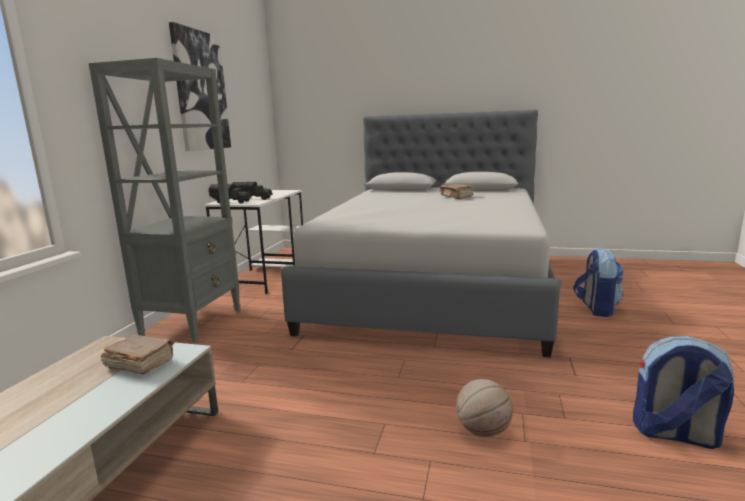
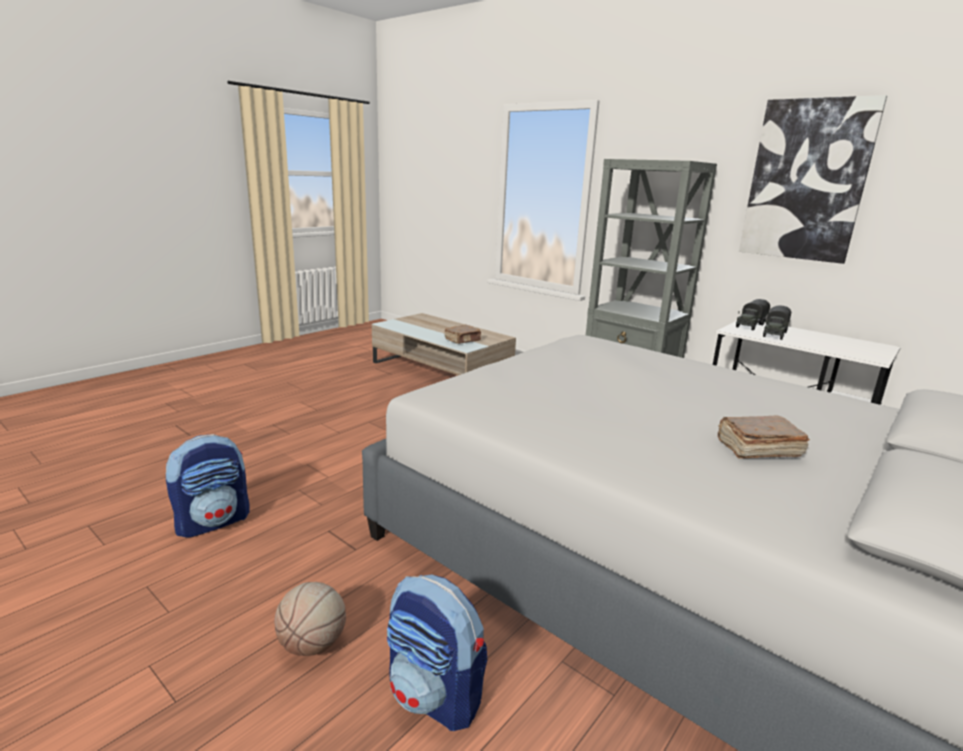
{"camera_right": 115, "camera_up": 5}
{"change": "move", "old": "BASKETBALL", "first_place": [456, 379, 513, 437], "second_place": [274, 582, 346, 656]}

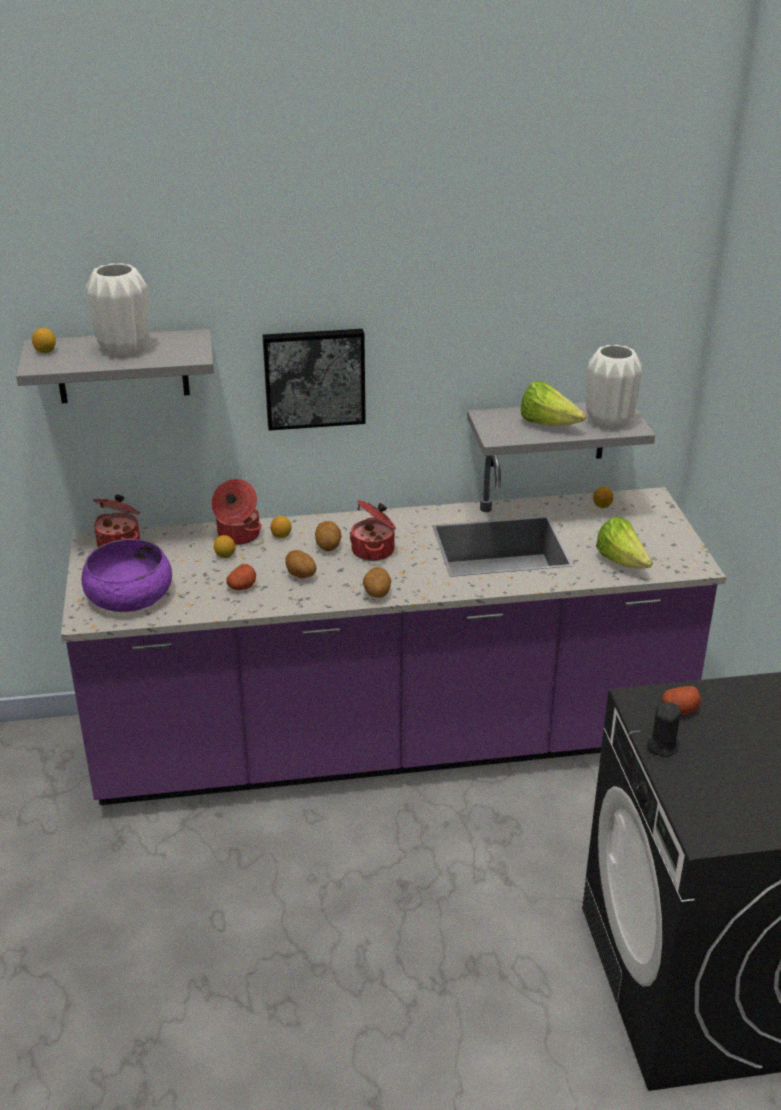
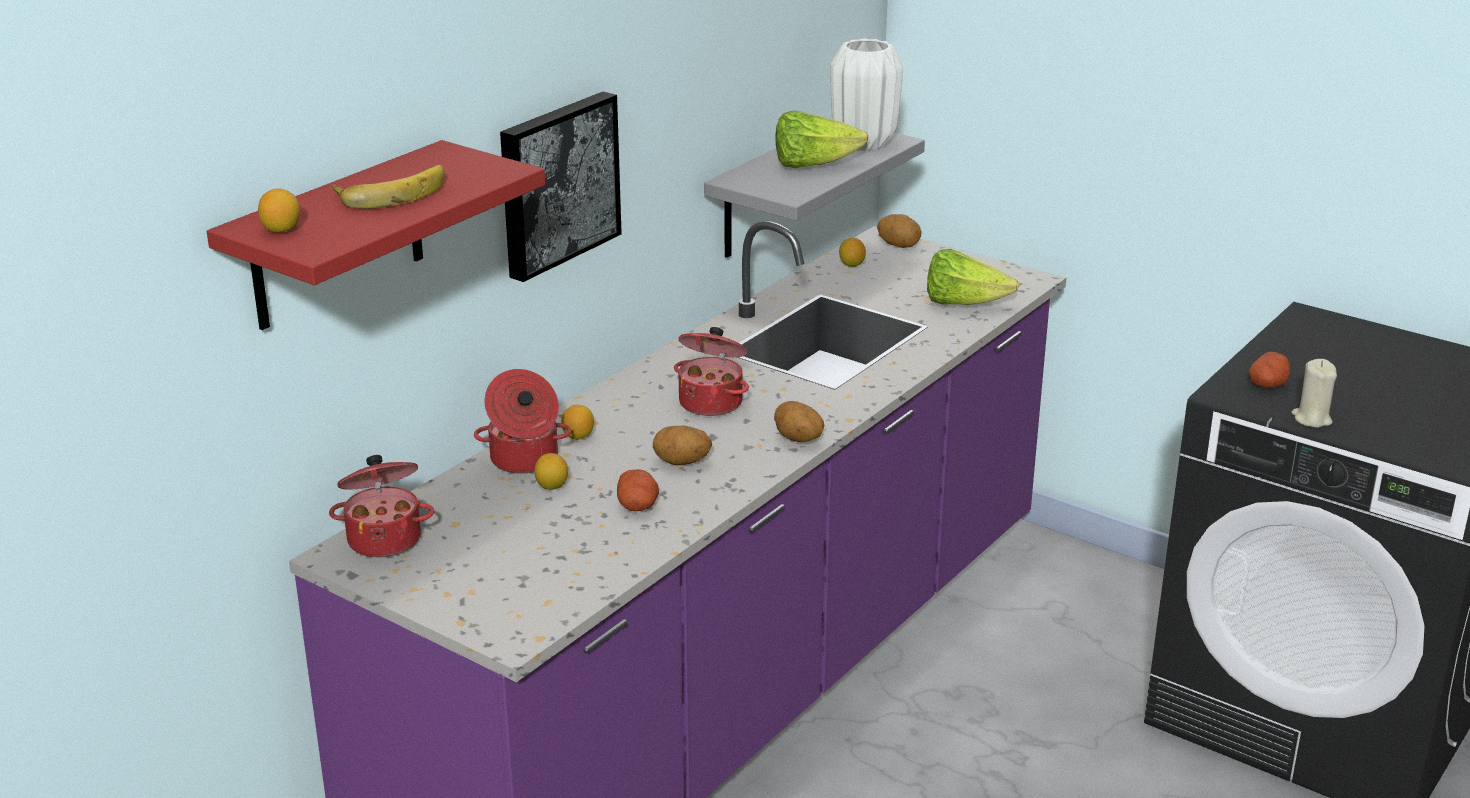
{"camera_right": -45, "camera_up": -5}
{"change": "delete", "old": "PURPLE-COLOURED BOWL", "first_place": [81, 539, 172, 612]}
{"change": "move", "old": "WHOLE POTATO", "first_place": [315, 521, 341, 551], "second_place": [877, 214, 921, 248]}
{"change": "replace", "old": "WHITE FLOWER VASE", "new": "BANANA FRUIT", "first_place": [85, 263, 149, 357], "second_place": [333, 165, 445, 209]}
{"change": "recolor", "old": "GREYISH WALL SHELF", "new": "REDDISH WALL SHELF", "first_place": [16, 329, 214, 403], "second_place": [207, 140, 545, 330]}
{"change": "recolor", "old": "BLACKISH CANDLE", "new": "BEIGE-COLOURED CANDLE", "first_place": [647, 702, 681, 757], "second_place": [1291, 359, 1337, 428]}

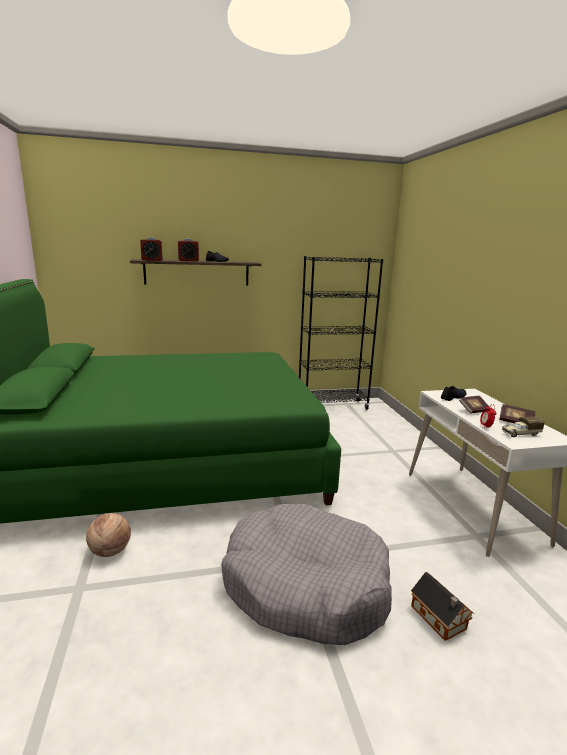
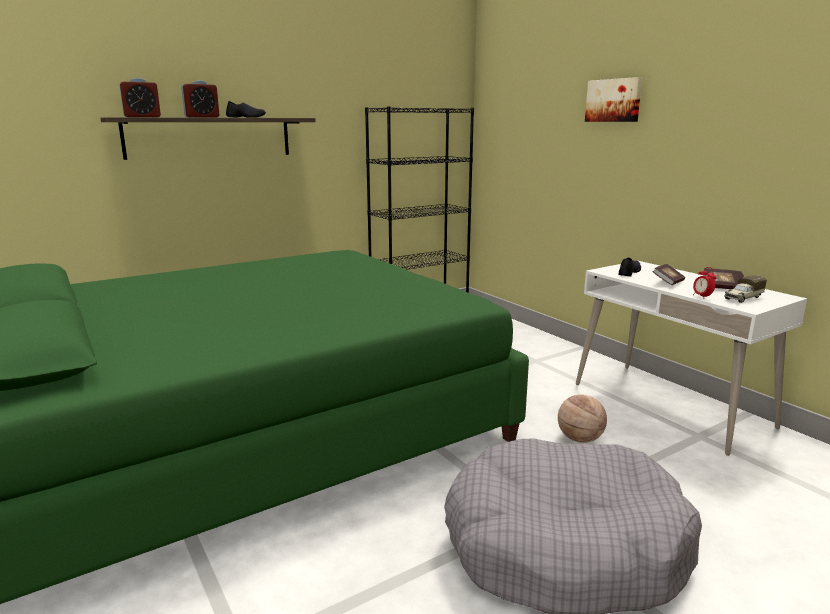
{"camera_right": -20, "camera_up": 0}
{"change": "delete", "old": "TOY HOUSE", "first_place": [411, 572, 474, 641]}
{"change": "insert", "new": "WALL PICTURE", "second_place": [585, 77, 642, 122]}
{"change": "move", "old": "BASKETBALL", "first_place": [86, 513, 131, 557], "second_place": [558, 394, 607, 443]}

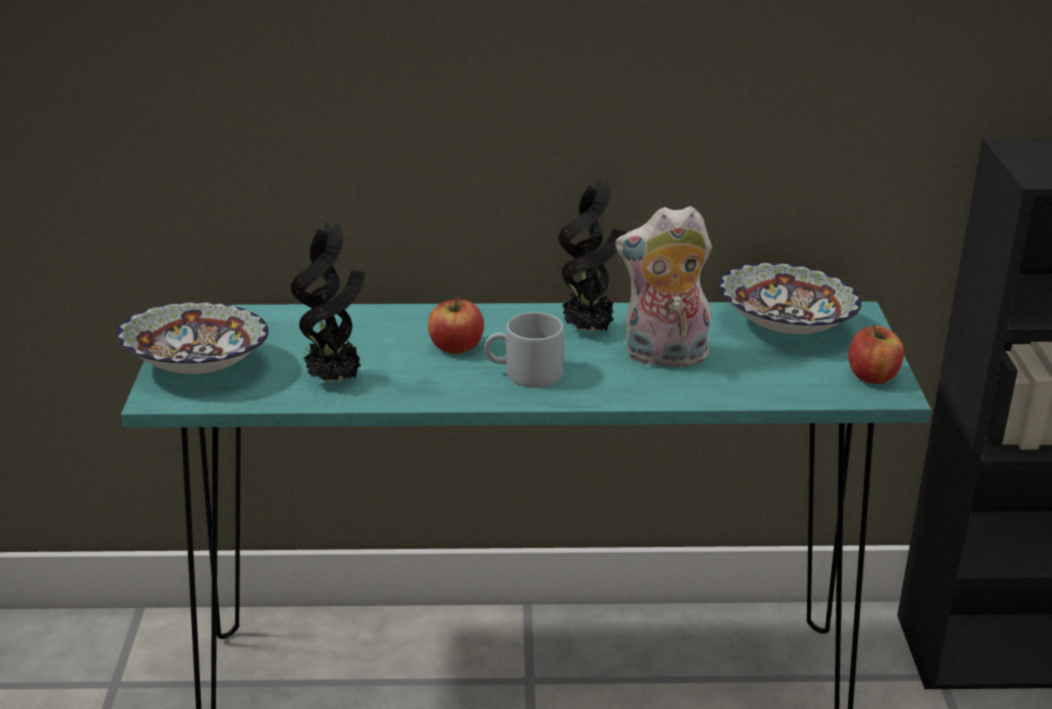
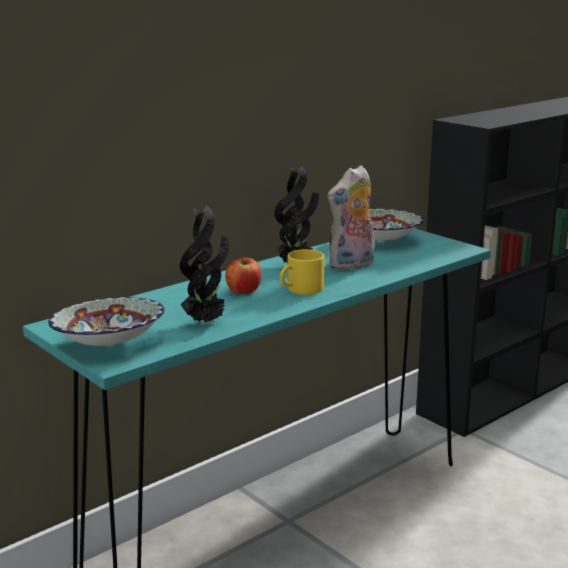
{"camera_right": -40, "camera_up": -10}
{"change": "delete", "old": "WHOLE APPLE", "first_place": [849, 325, 904, 384]}
{"change": "recolor", "old": "GREYISH MUG", "new": "YELLOWISH MUG", "first_place": [485, 312, 564, 388], "second_place": [280, 249, 324, 295]}

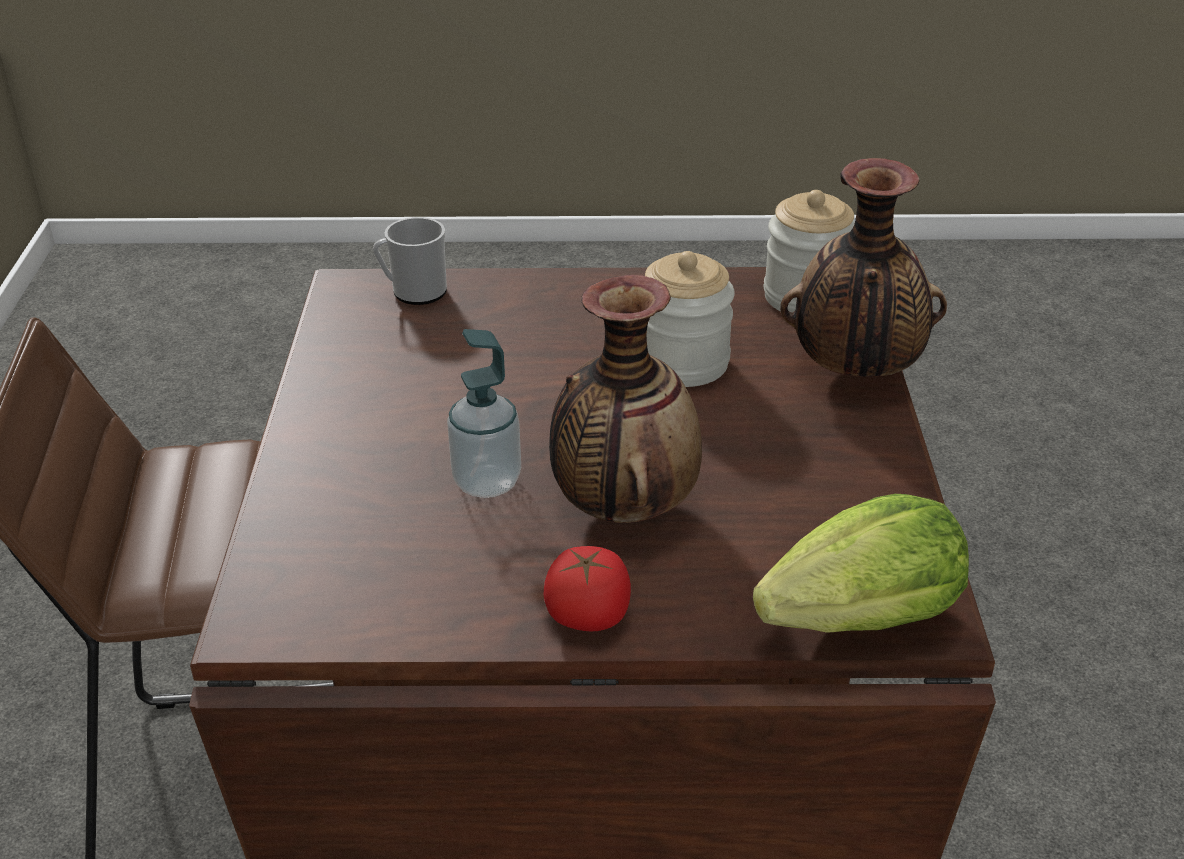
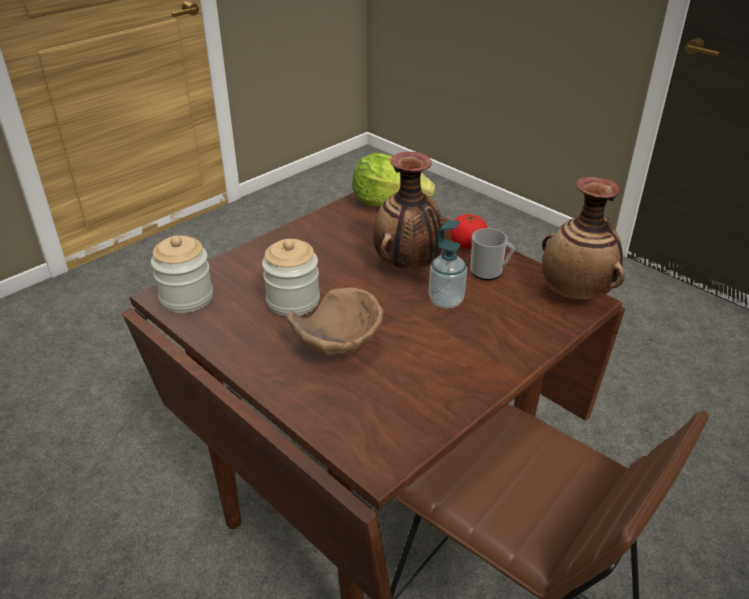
{"camera_right": -135, "camera_up": 0}
{"change": "insert", "new": "BROWNISH BOWL", "second_place": [287, 287, 384, 356]}
{"change": "move", "old": "MUG", "first_place": [373, 217, 447, 305], "second_place": [470, 228, 515, 280]}
{"change": "move", "old": "FLOWER VASE", "first_place": [780, 158, 947, 377], "second_place": [542, 177, 625, 300]}

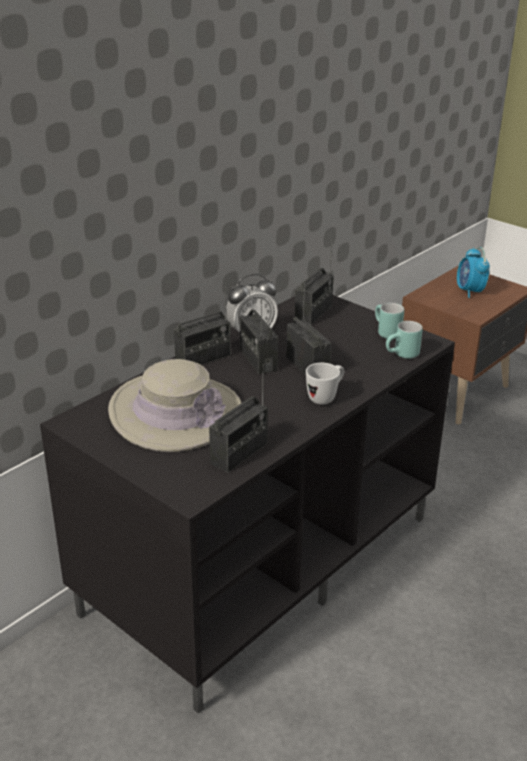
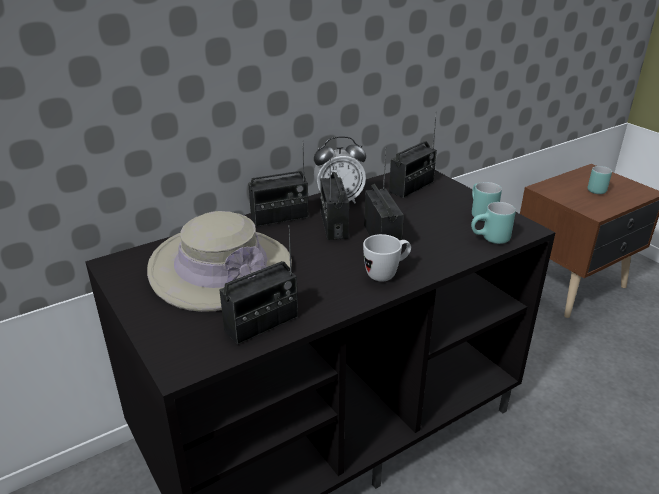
{"camera_right": 15, "camera_up": 0}
{"change": "replace", "old": "BEDSIDE CLOCK", "new": "BLUE-GREEN MUG", "first_place": [457, 247, 490, 298], "second_place": [588, 166, 612, 194]}

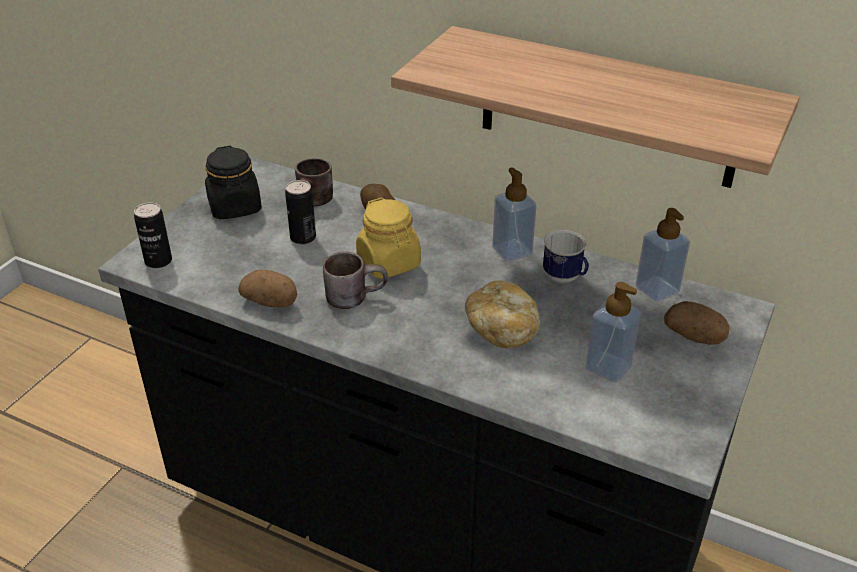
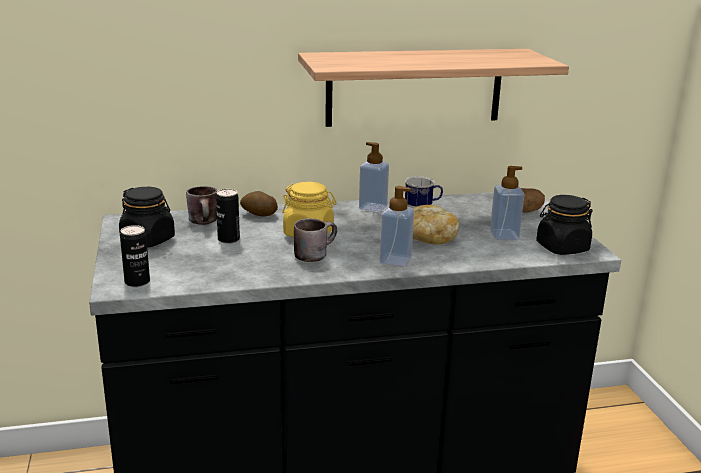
{"camera_right": -40, "camera_up": -15}
{"change": "delete", "old": "WHOLE POTATO", "first_place": [238, 270, 297, 308]}
{"change": "insert", "new": "BLACKISH STORAGE JAR", "second_place": [536, 195, 592, 255]}
{"change": "move", "old": "SOAP BOTTLE", "first_place": [635, 208, 690, 302], "second_place": [380, 186, 414, 267]}

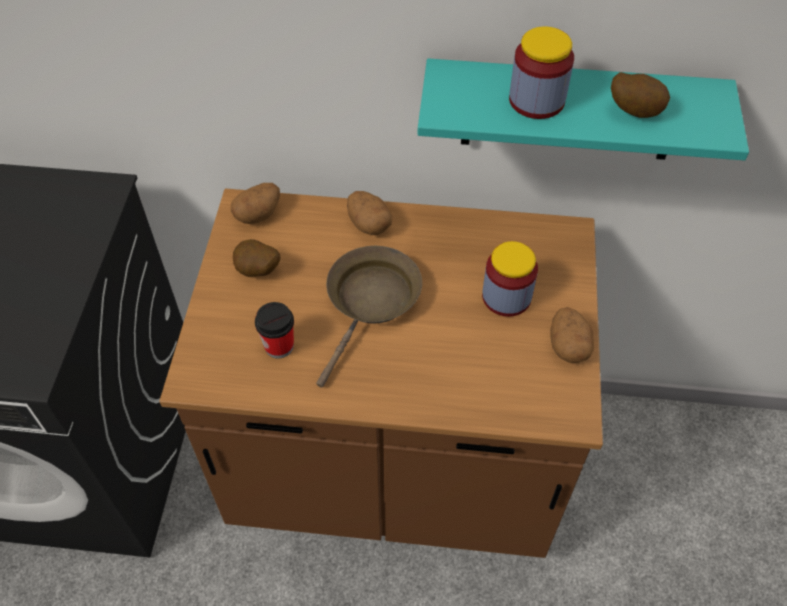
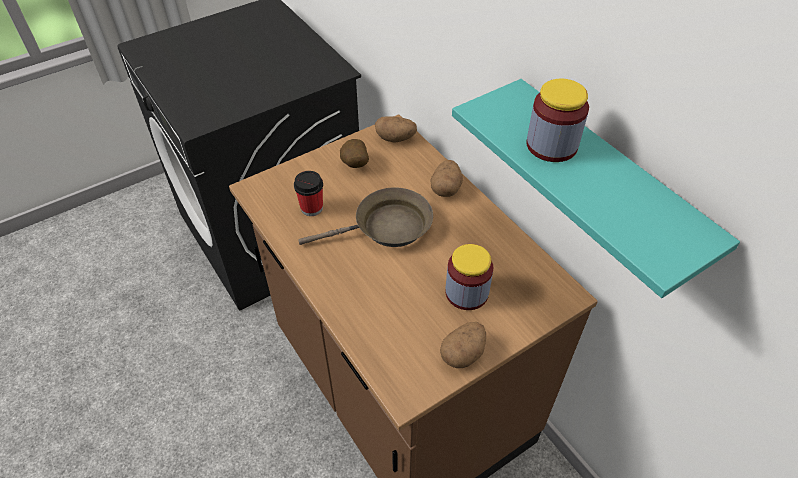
{"camera_right": 50, "camera_up": -5}
{"change": "delete", "old": "WHOLE POTATO", "first_place": [611, 72, 670, 118]}

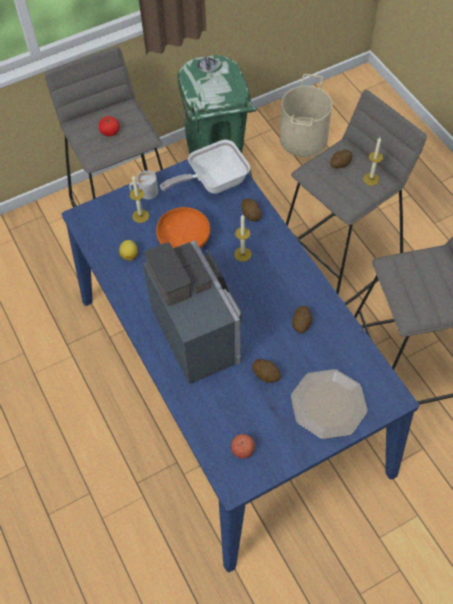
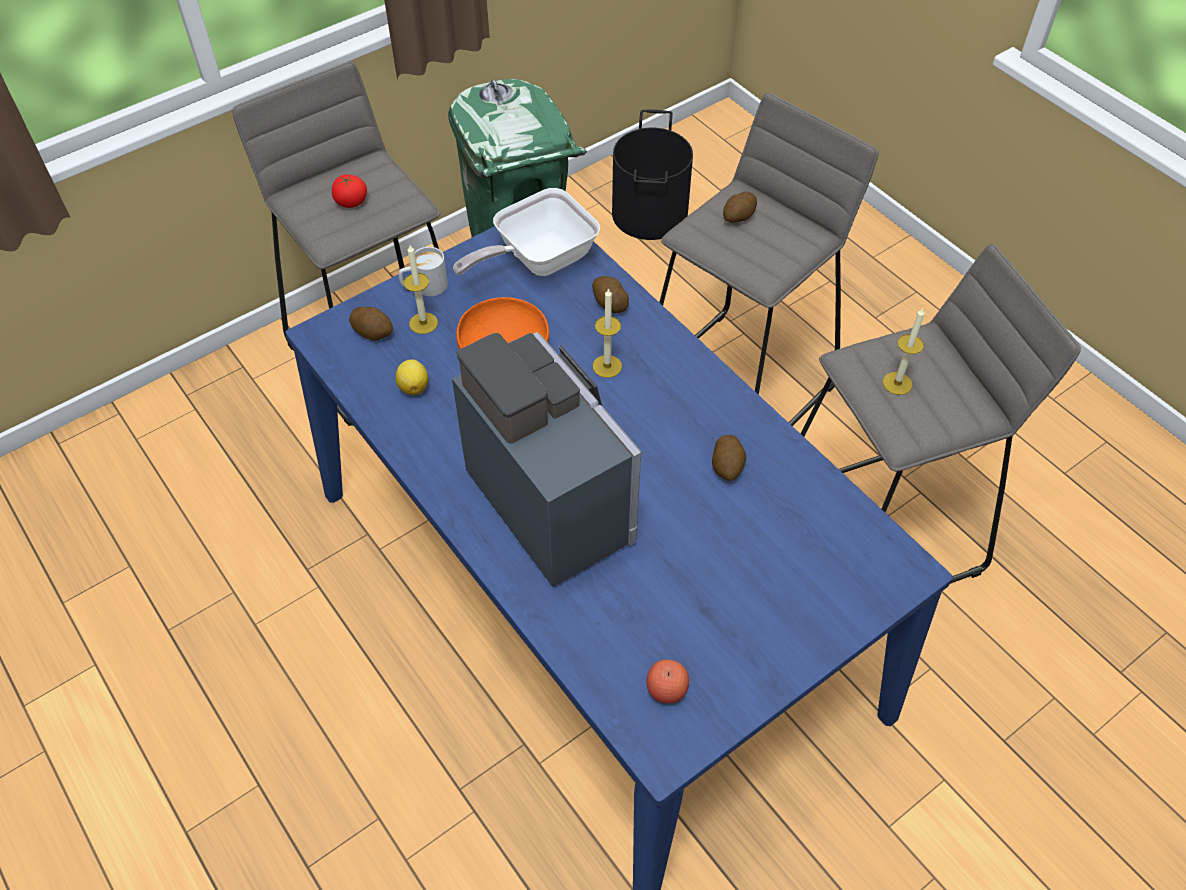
{"camera_right": -10, "camera_up": -5}
{"change": "delete", "old": "DINNER PLATE", "first_place": [291, 369, 368, 439]}
{"change": "move", "old": "WHOLE POTATO", "first_place": [252, 359, 281, 383], "second_place": [349, 307, 393, 341]}
{"change": "move", "old": "CANDLE", "first_place": [363, 138, 383, 186], "second_place": [883, 308, 925, 395]}
{"change": "recolor", "old": "BEIGE-COLOURED WATER BUCKET", "new": "BLACKISH WATER BUCKET", "first_place": [280, 74, 332, 157], "second_place": [612, 110, 693, 240]}

